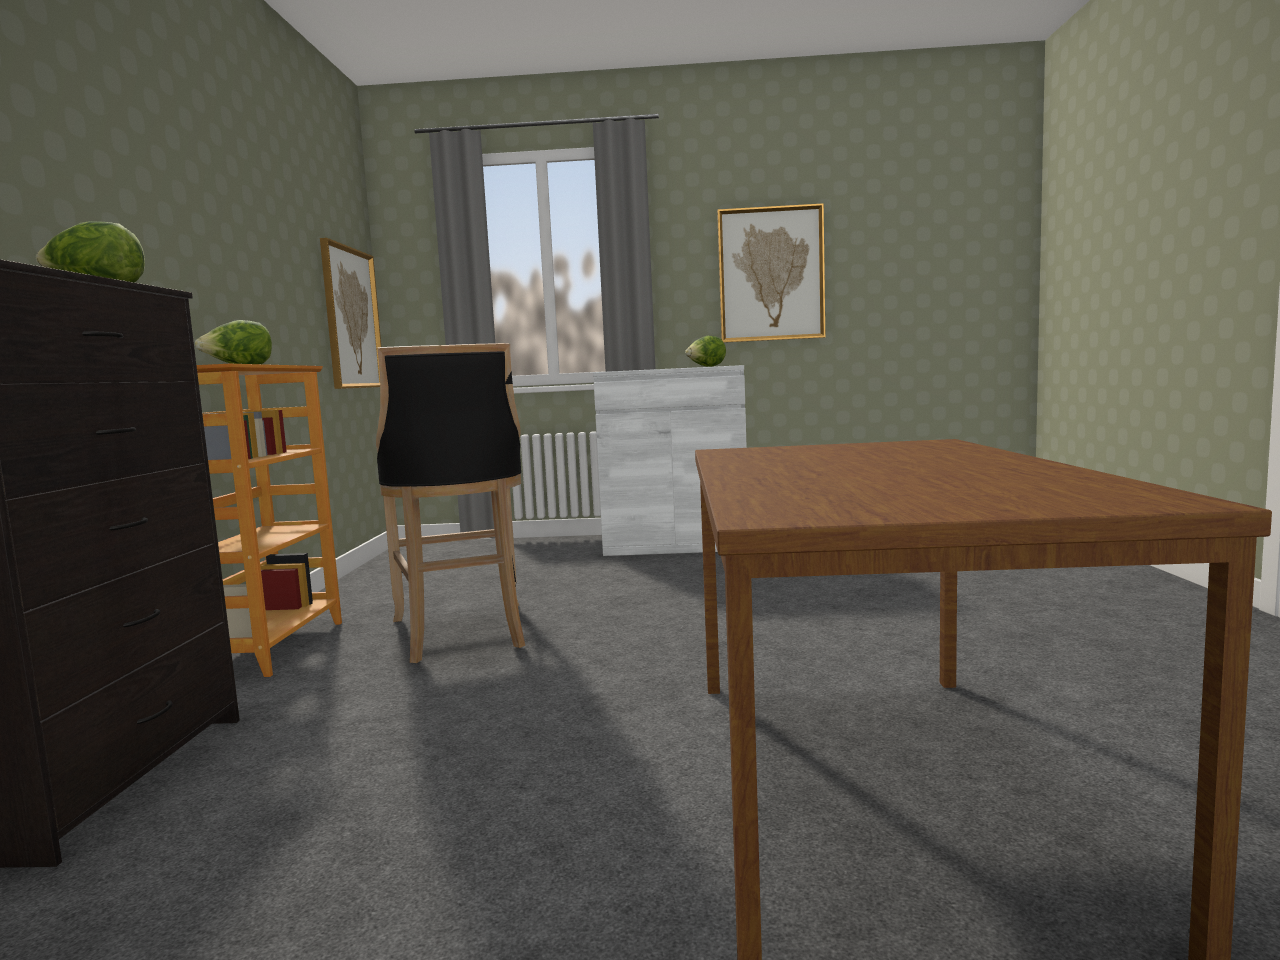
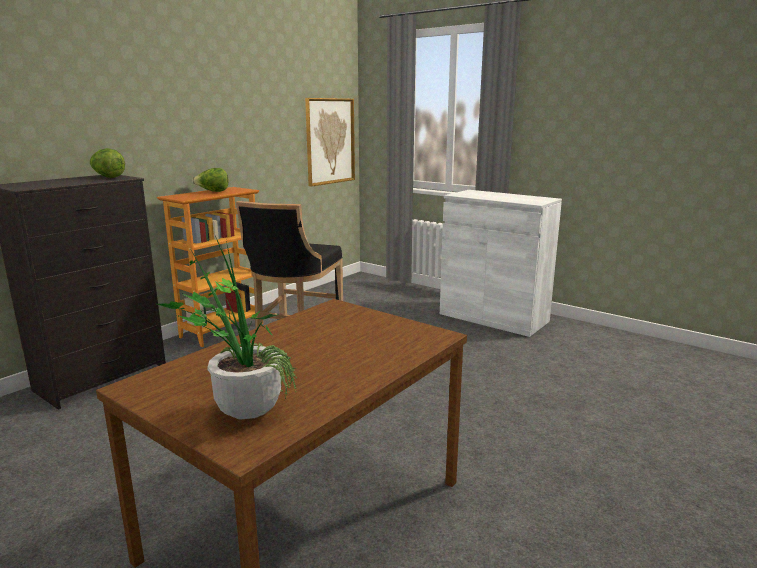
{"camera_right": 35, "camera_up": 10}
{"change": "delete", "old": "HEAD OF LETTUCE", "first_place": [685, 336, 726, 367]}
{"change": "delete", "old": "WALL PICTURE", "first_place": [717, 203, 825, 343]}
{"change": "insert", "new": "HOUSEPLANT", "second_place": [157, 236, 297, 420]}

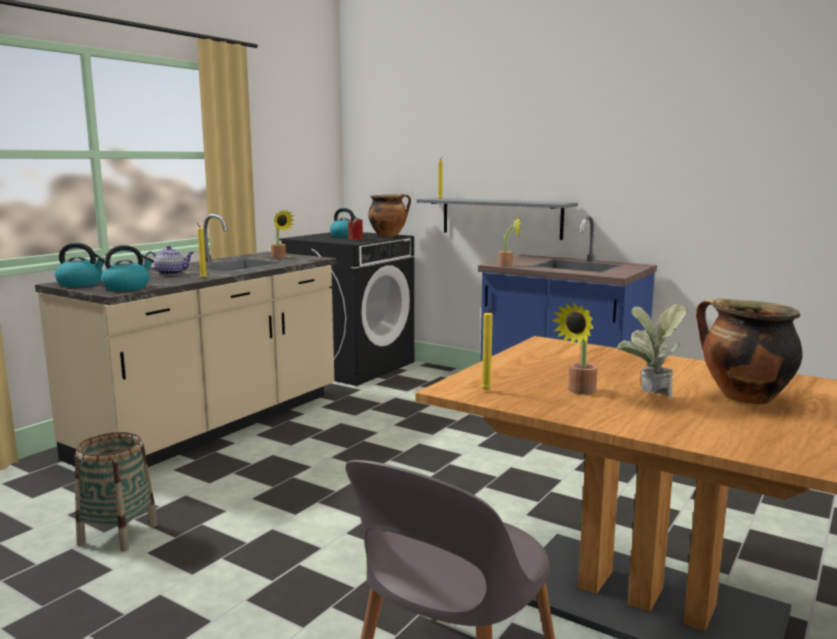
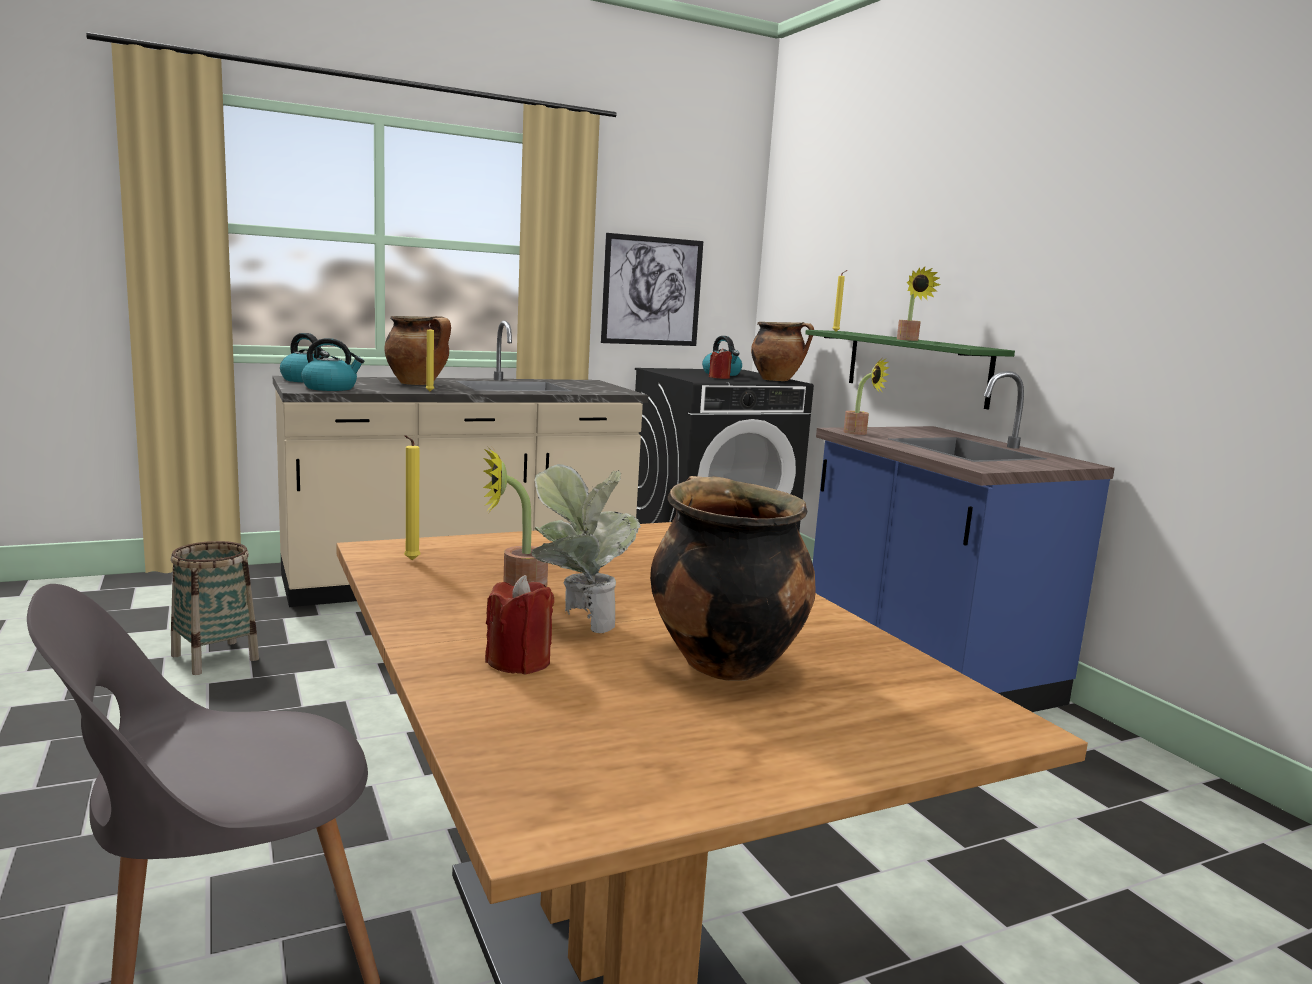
{"camera_right": 30, "camera_up": 0}
{"change": "insert", "new": "REDDISH CANDLE", "second_place": [485, 575, 554, 675]}
{"change": "insert", "new": "WALL PICTURE", "second_place": [601, 233, 703, 346]}
{"change": "move", "old": "HOUSEPLANT", "first_place": [271, 210, 294, 259], "second_place": [897, 267, 940, 341]}
{"change": "replace", "old": "TEA POT", "new": "COOKING POT", "first_place": [144, 245, 194, 275], "second_place": [384, 316, 451, 385]}
{"change": "recolor", "old": "GREYISH WALL SHELF", "new": "GREENISH WALL SHELF", "first_place": [416, 198, 578, 240], "second_place": [805, 330, 1015, 409]}

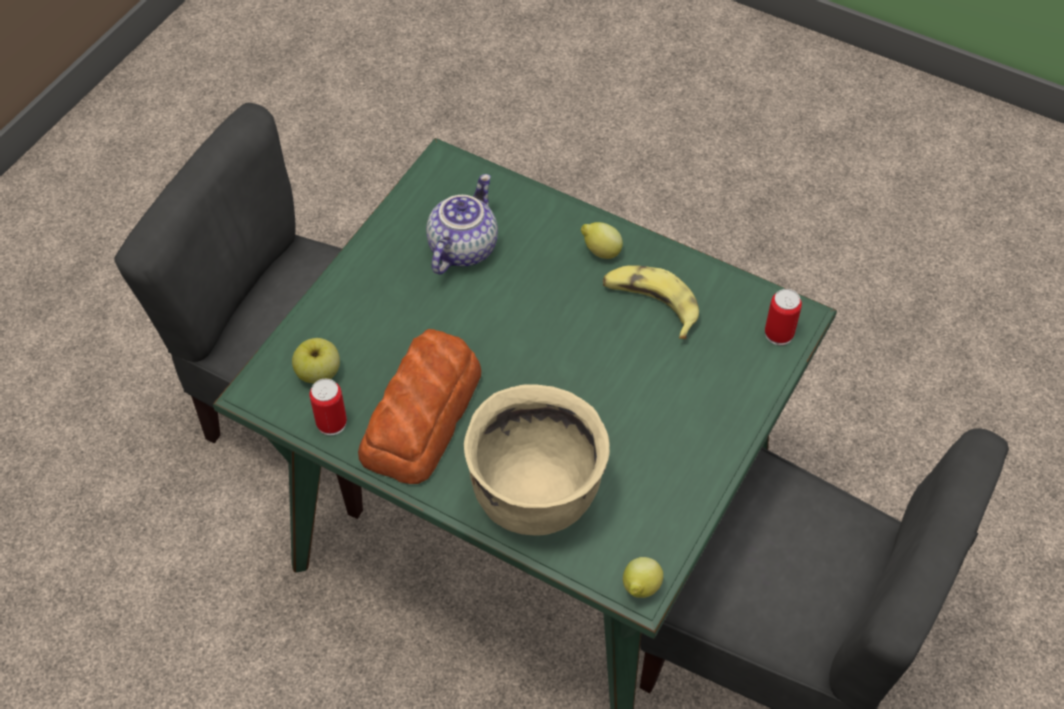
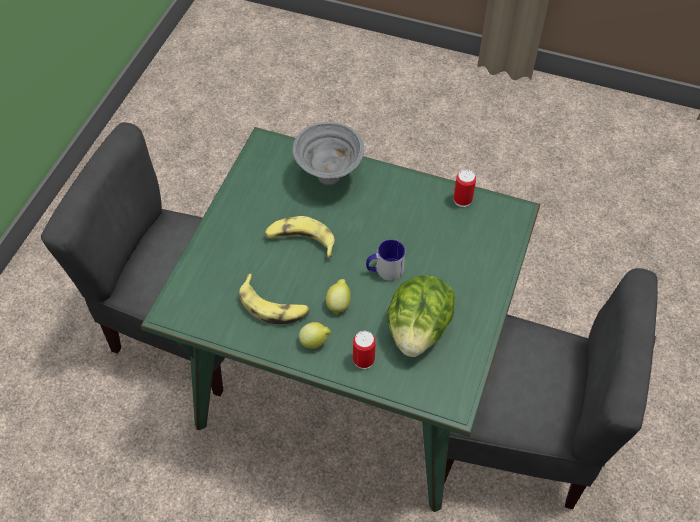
{"camera_right": 170, "camera_up": 0}
{"change": "delete", "old": "WHOLE APPLE", "first_place": [292, 338, 340, 384]}
{"change": "delete", "old": "BAKED BREAD", "first_place": [358, 329, 481, 484]}
{"change": "insert", "new": "BANANA FRUIT", "second_place": [264, 216, 335, 258]}
{"change": "insert", "new": "MUG", "second_place": [366, 239, 405, 281]}
{"change": "move", "old": "LEMON", "first_place": [623, 557, 663, 598], "second_place": [326, 279, 351, 314]}
{"change": "move", "old": "SEALED CAN", "first_place": [765, 289, 802, 345], "second_place": [353, 331, 376, 369]}
{"change": "replace", "old": "TEA POT", "new": "HEAD OF LETTUCE", "first_place": [426, 174, 498, 274], "second_place": [387, 275, 455, 357]}
{"change": "replace", "old": "BEIGE-COLOURED COOKING POT", "new": "GREYISH BOWL", "first_place": [464, 384, 610, 536], "second_place": [292, 122, 364, 185]}

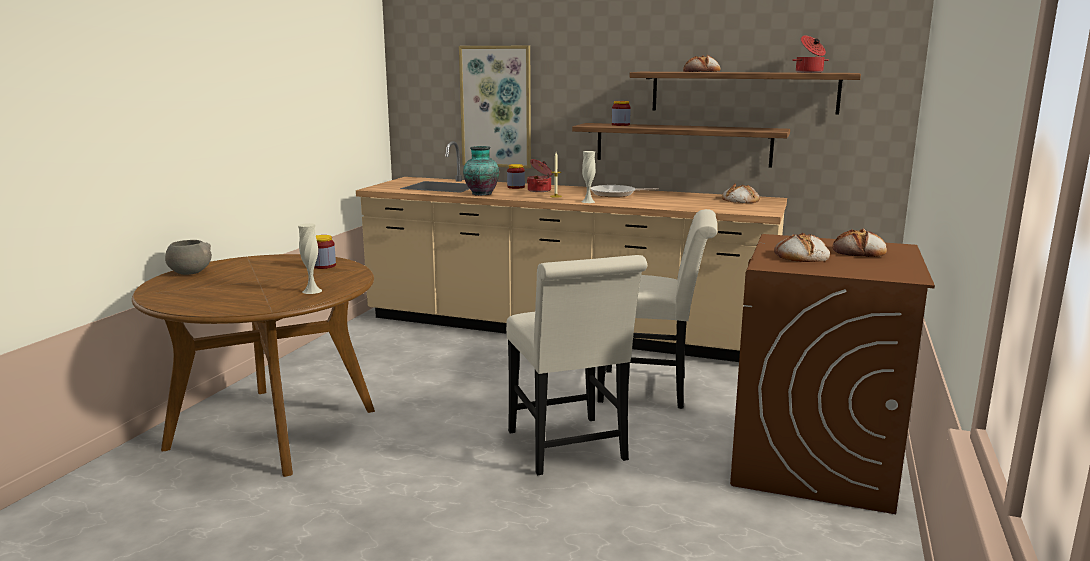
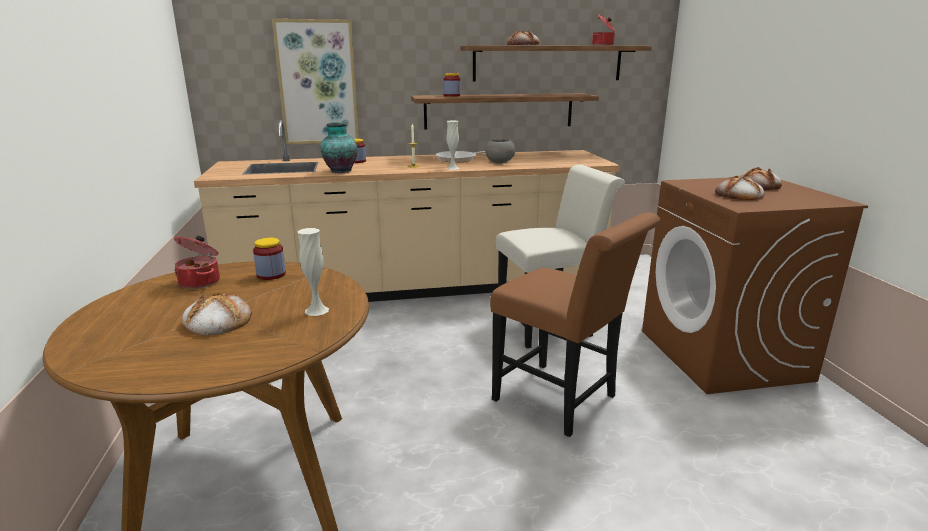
{"camera_right": -30, "camera_up": 5}
{"change": "move", "old": "GREYISH BOWL", "first_place": [165, 240, 212, 275], "second_place": [485, 139, 515, 163]}
{"change": "move", "old": "COOKING POT", "first_place": [527, 159, 553, 192], "second_place": [174, 236, 220, 289]}
{"change": "move", "old": "BAKED BREAD", "first_place": [722, 183, 760, 203], "second_place": [181, 293, 252, 335]}
{"change": "recolor", "old": "WHITE PLAIN CHAIR", "new": "BROWNISH PLAIN CHAIR", "first_place": [506, 255, 647, 475], "second_place": [490, 212, 661, 437]}

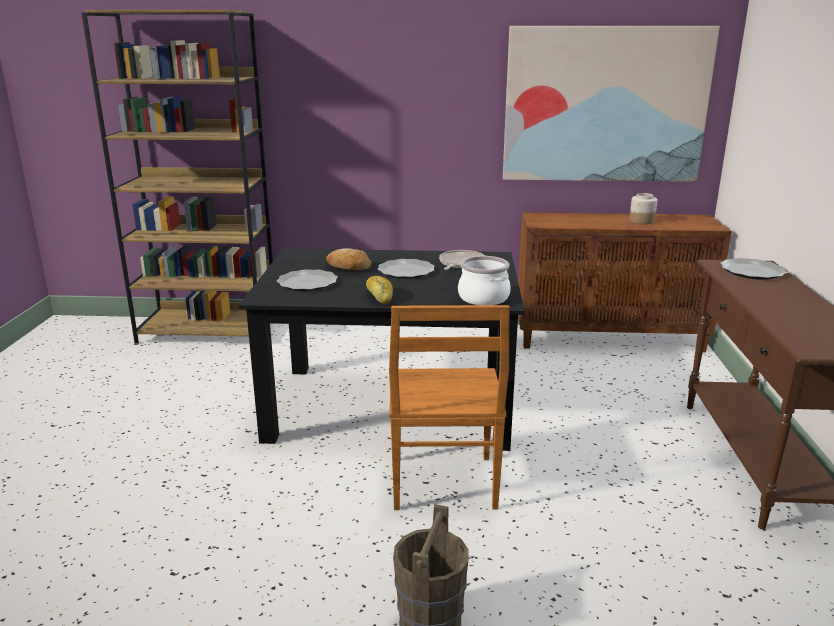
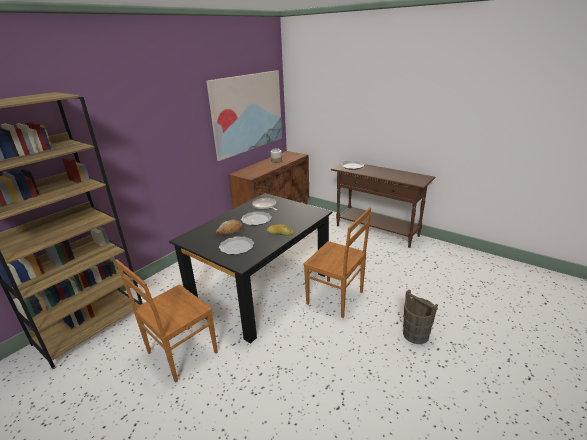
{"camera_right": -55, "camera_up": 5}
{"change": "delete", "old": "COOKING POT", "first_place": [458, 256, 511, 305]}
{"change": "insert", "new": "BROWNISH PLAIN CHAIR", "second_place": [115, 259, 218, 383]}

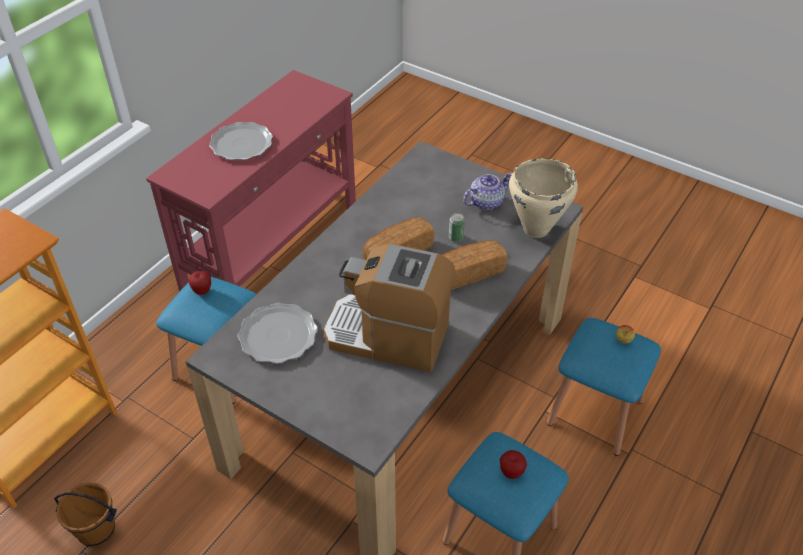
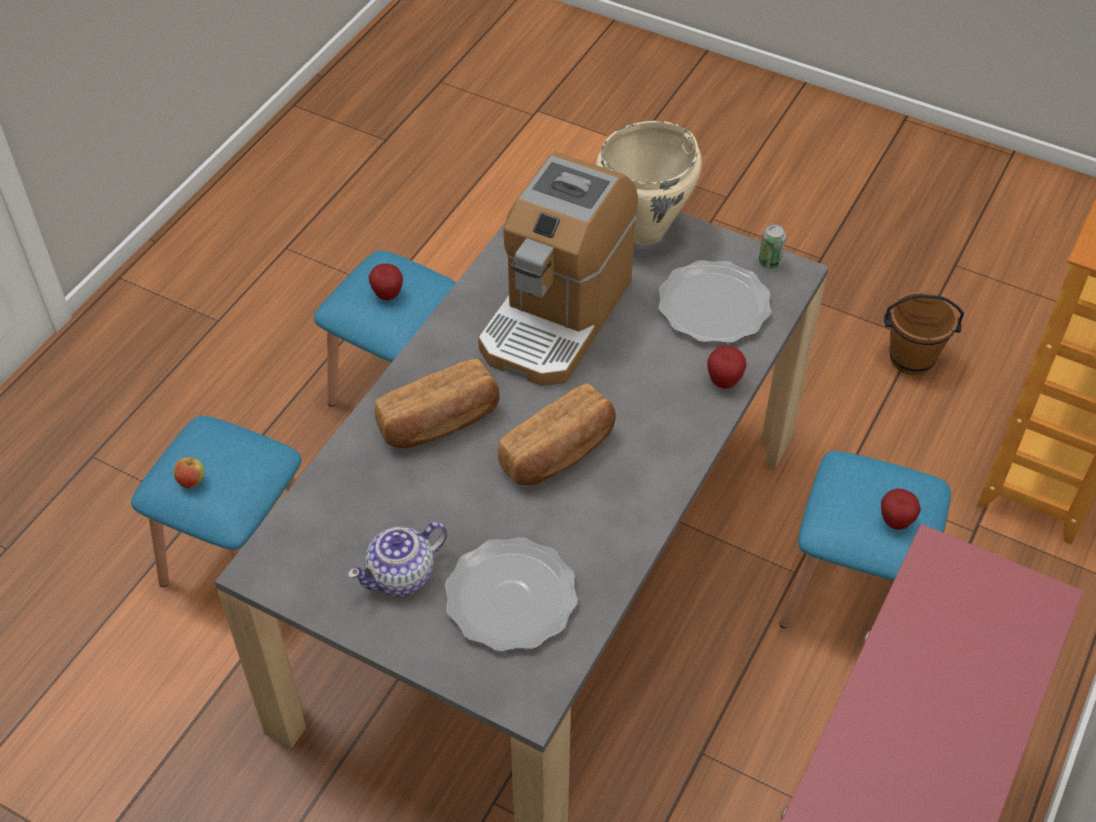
{"camera_right": 175, "camera_up": 5}
{"change": "insert", "new": "WHOLE APPLE", "second_place": [707, 346, 747, 389]}
{"change": "move", "old": "DINNER PLATE", "first_place": [209, 122, 273, 160], "second_place": [445, 537, 578, 652]}
{"change": "move", "old": "SEALED CAN", "first_place": [449, 213, 465, 242], "second_place": [759, 224, 786, 269]}
{"change": "move", "old": "BEIGE-COLOURED COOKING POT", "first_place": [509, 158, 578, 238], "second_place": [596, 121, 702, 245]}
{"change": "rotate", "old": "COFFEE MACHINE", "first_place": [324, 243, 456, 372], "second_place": [478, 152, 638, 386], "degrees": 105}

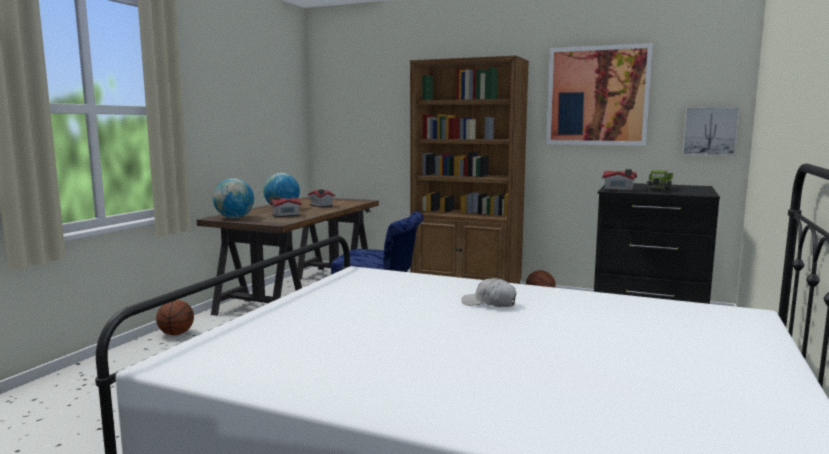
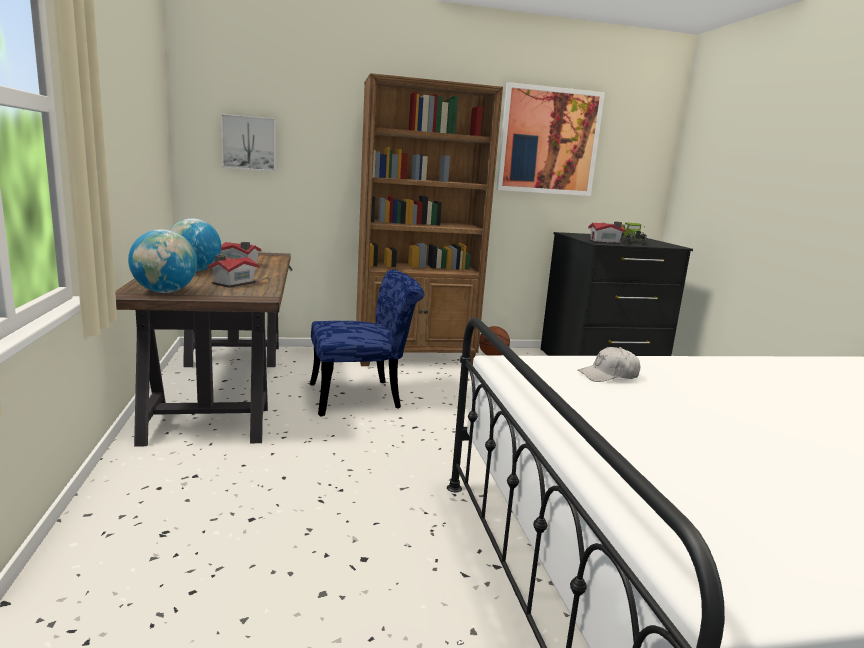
{"camera_right": -35, "camera_up": 5}
{"change": "delete", "old": "BASKETBALL", "first_place": [156, 300, 194, 335]}
{"change": "move", "old": "WHITE BASEBALL CAP", "first_place": [462, 278, 516, 307], "second_place": [578, 347, 640, 382]}
{"change": "move", "old": "WALL PICTURE", "first_place": [683, 107, 740, 156], "second_place": [221, 114, 276, 171]}

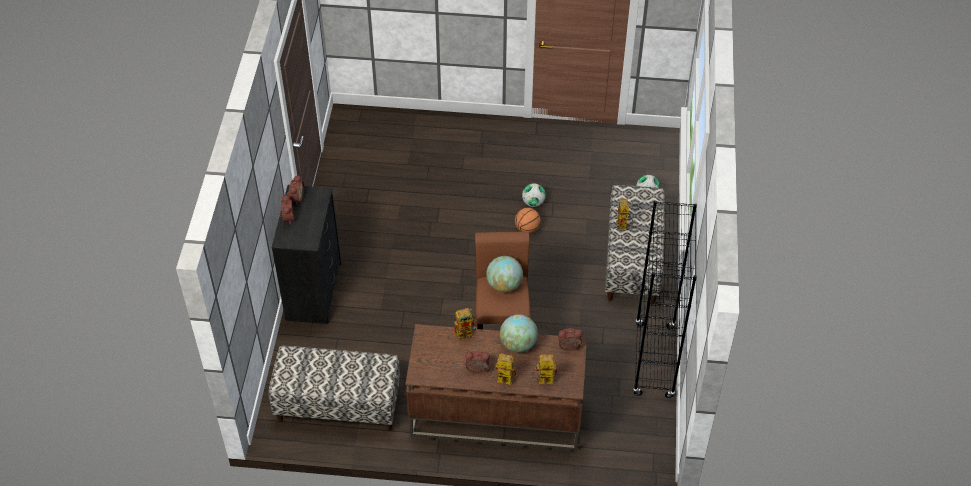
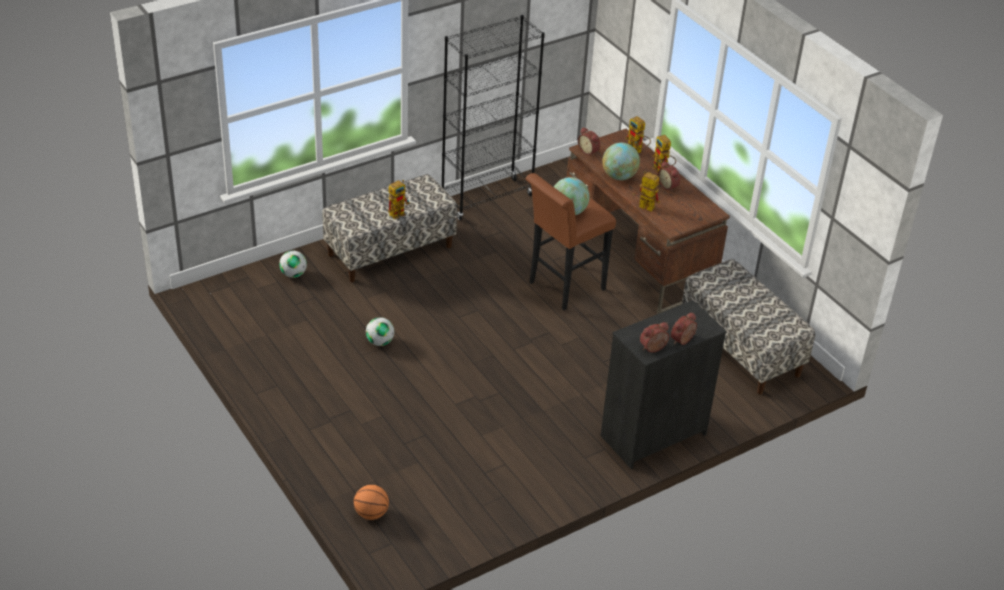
{"camera_right": -130, "camera_up": -10}
{"change": "move", "old": "BASKETBALL", "first_place": [515, 208, 541, 233], "second_place": [354, 484, 389, 520]}

